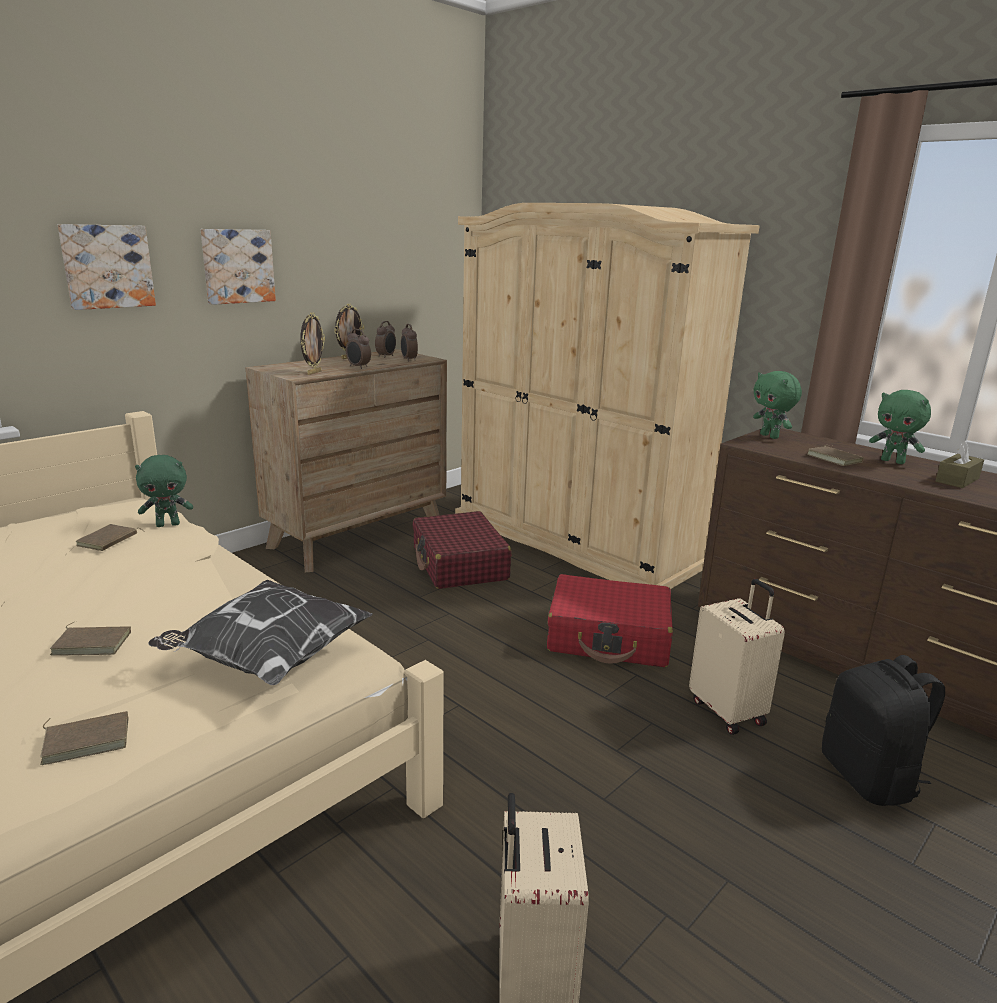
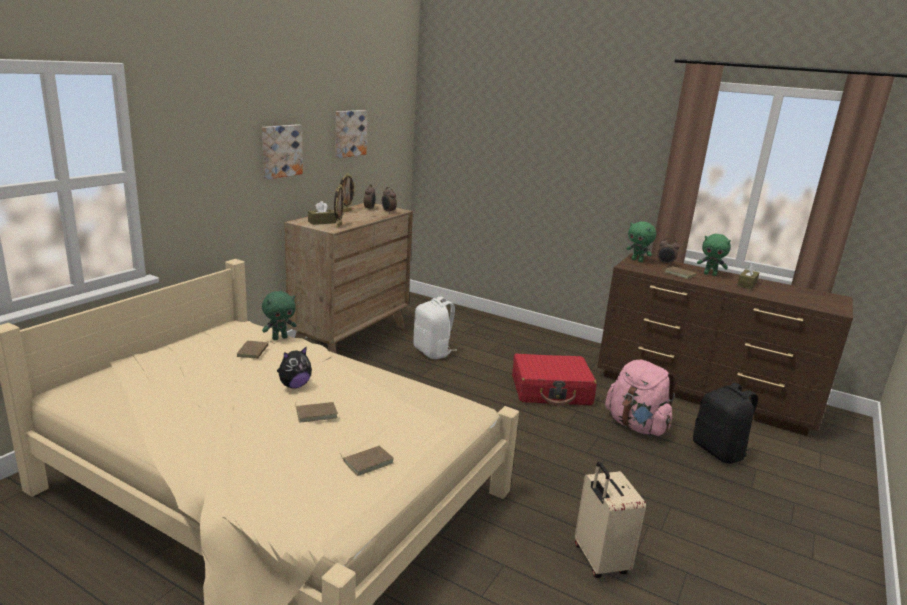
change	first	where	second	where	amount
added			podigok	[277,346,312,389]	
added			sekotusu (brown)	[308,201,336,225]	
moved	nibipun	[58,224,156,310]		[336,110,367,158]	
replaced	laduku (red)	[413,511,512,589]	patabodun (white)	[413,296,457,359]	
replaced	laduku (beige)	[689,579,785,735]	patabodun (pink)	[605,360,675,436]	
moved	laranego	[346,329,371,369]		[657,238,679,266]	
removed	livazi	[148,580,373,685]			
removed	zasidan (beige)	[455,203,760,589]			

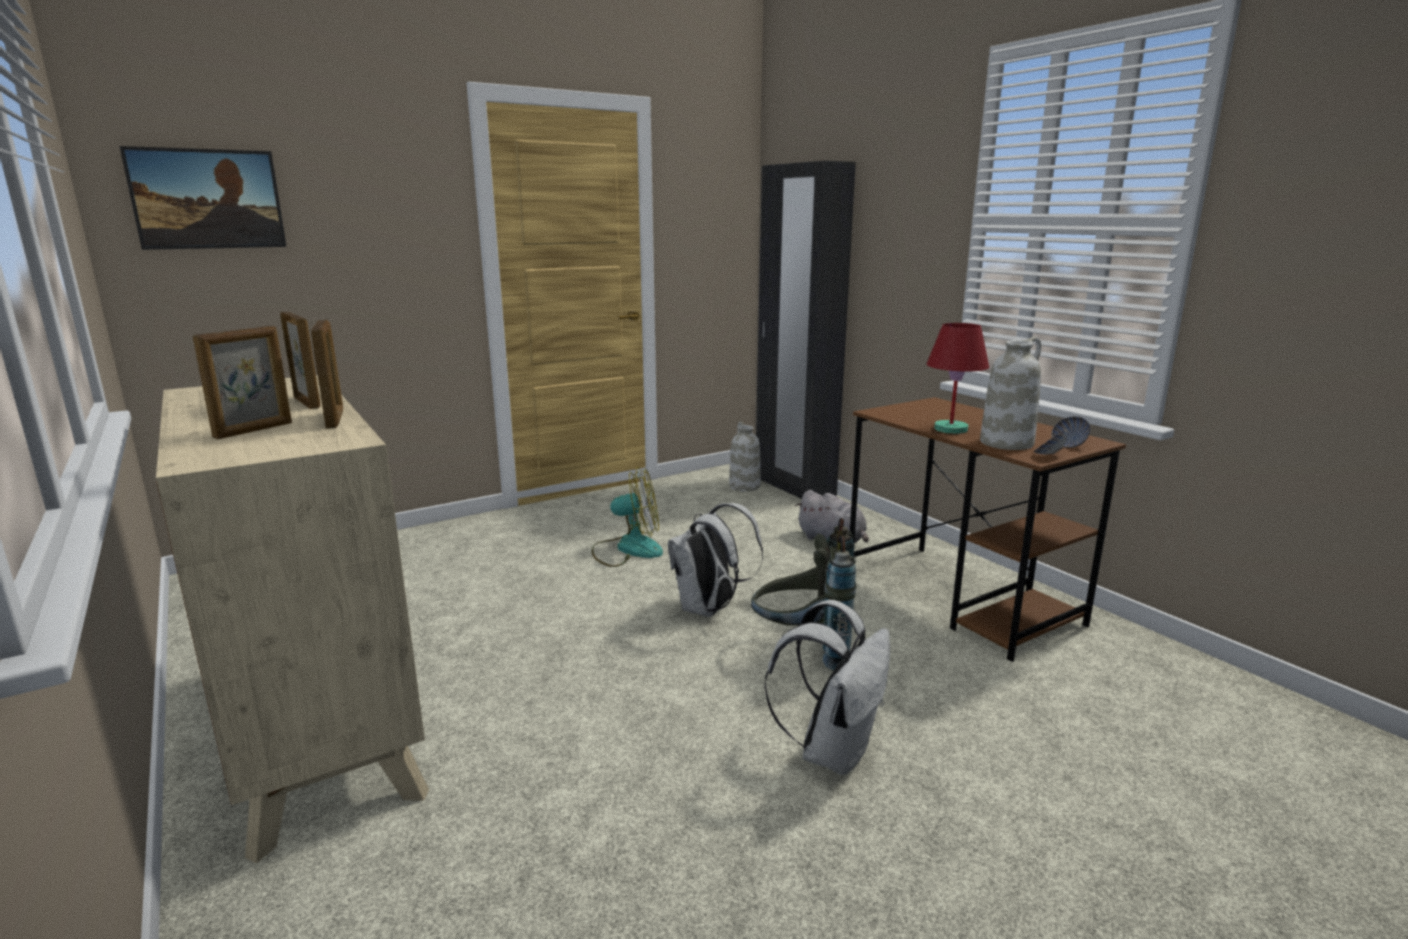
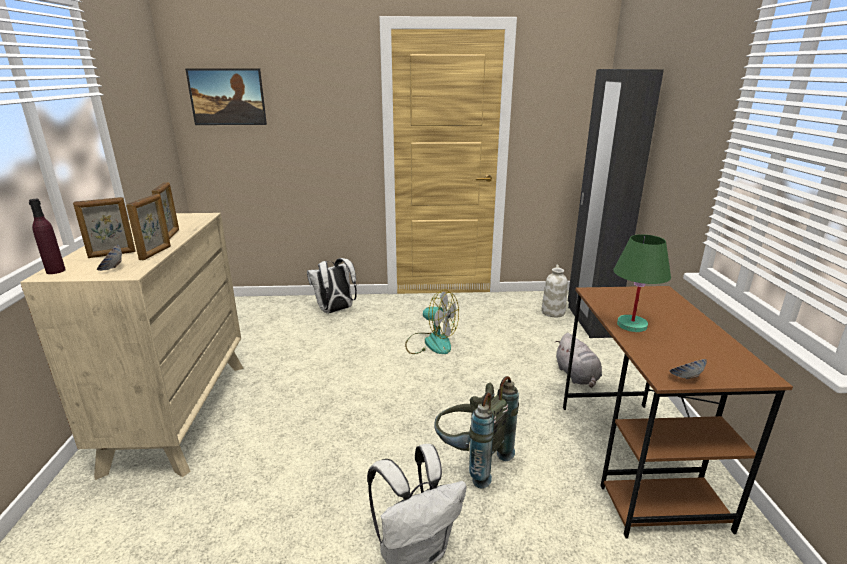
change	first	where	second	where	amount
added			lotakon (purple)	[29,199,66,274]	
moved	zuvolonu	[1051,416,1091,448]		[97,245,122,271]	
moved	patabodun (white)	[668,503,763,617]		[307,258,357,313]	
recoloured	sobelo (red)	[927,323,989,434]	sobelo (green)	[613,234,671,332]	
removed	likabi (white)	[980,337,1041,450]			

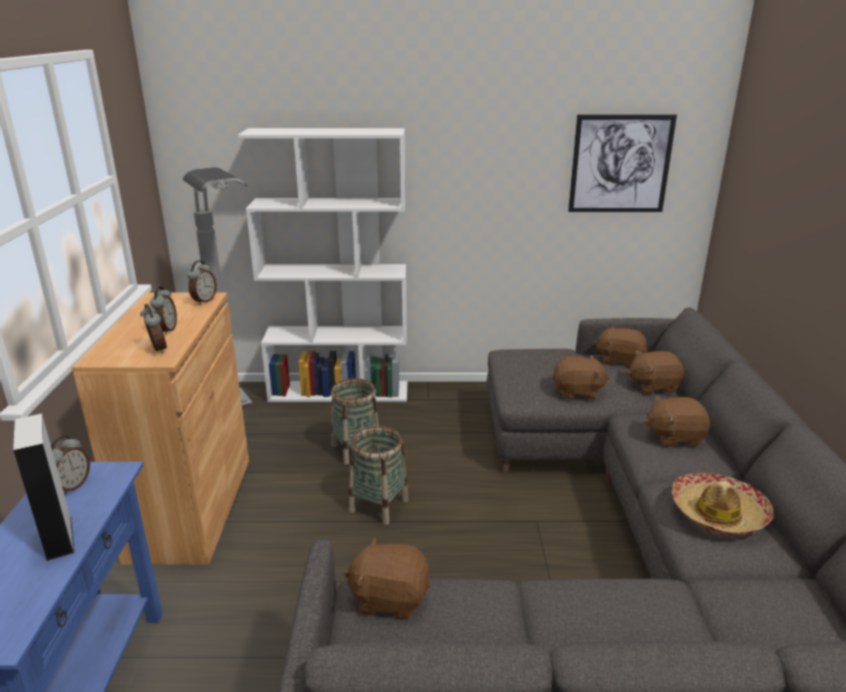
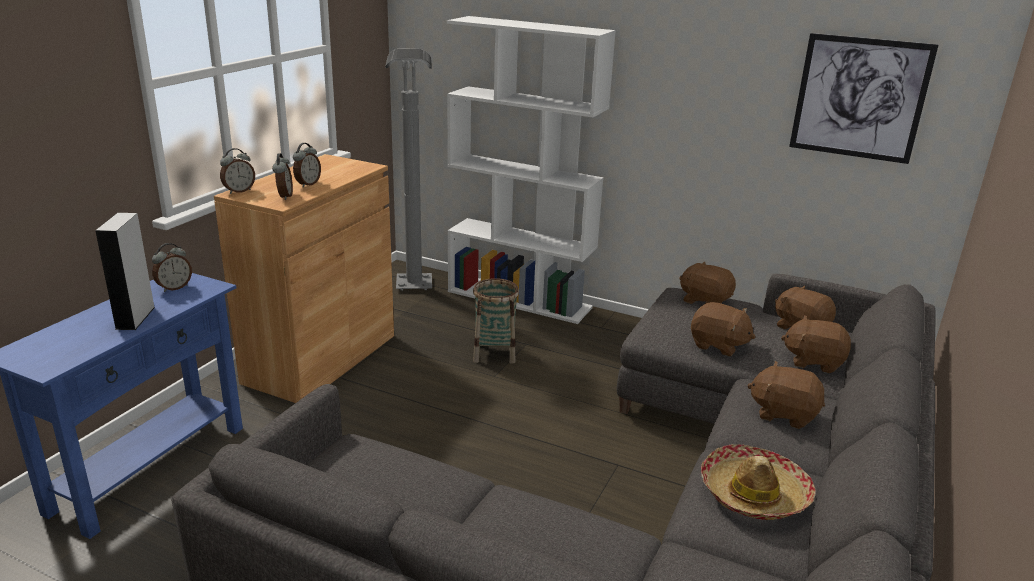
change	first	where	second	where	amount
moved	laranego	[187,261,217,305]		[220,148,255,194]	
moved	podigok (brown)	[344,537,430,620]		[679,261,736,304]	
removed	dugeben	[349,426,409,525]			

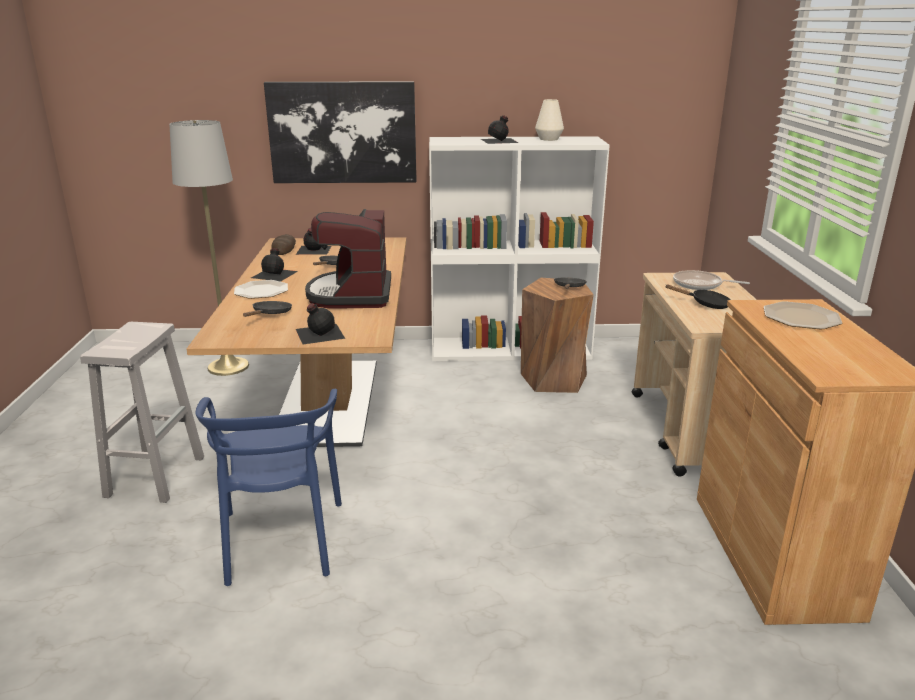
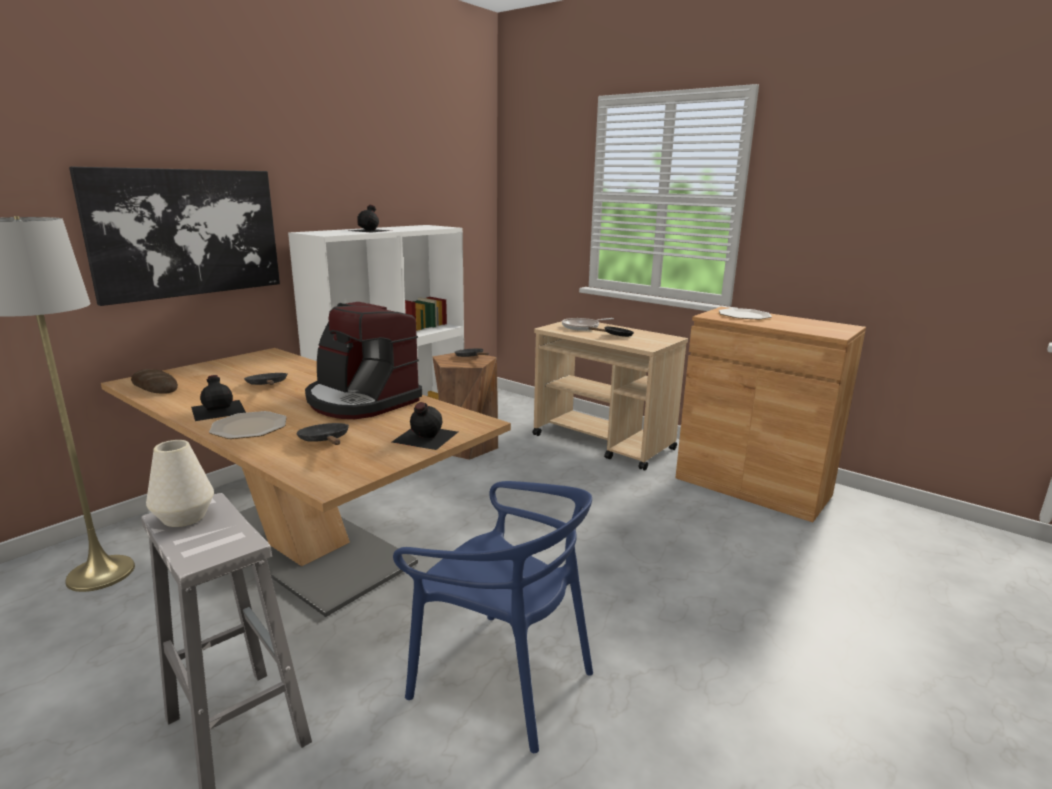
change	first	where	second	where	amount
moved	likabi (white)	[535,99,564,141]		[146,440,214,527]	
removed	lotakon (black)	[296,228,331,255]			

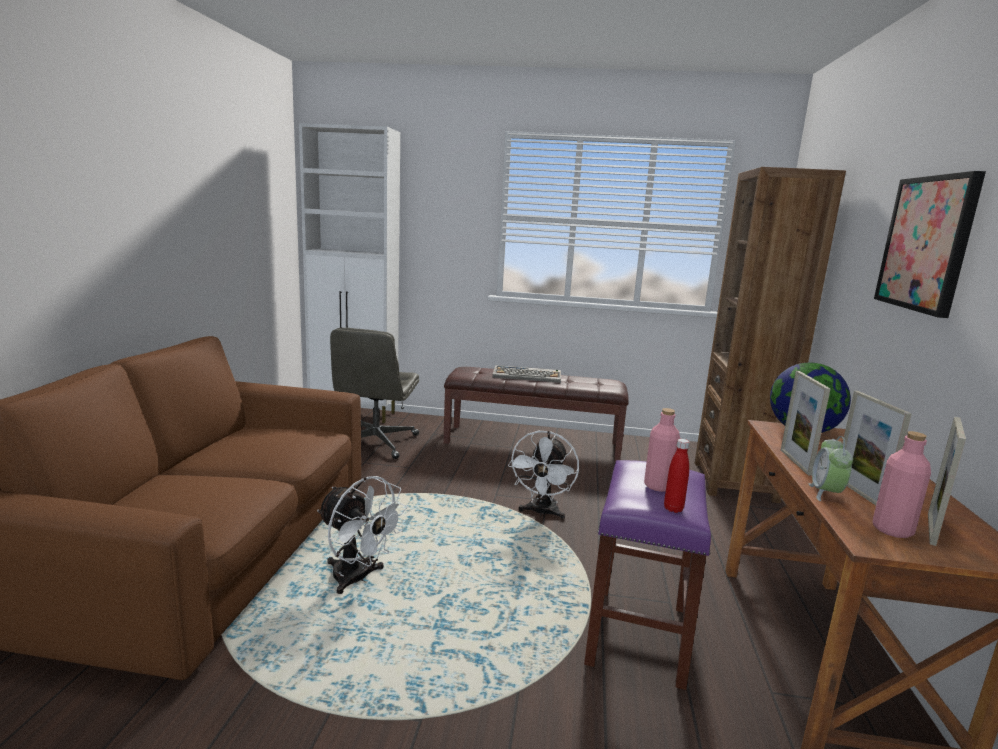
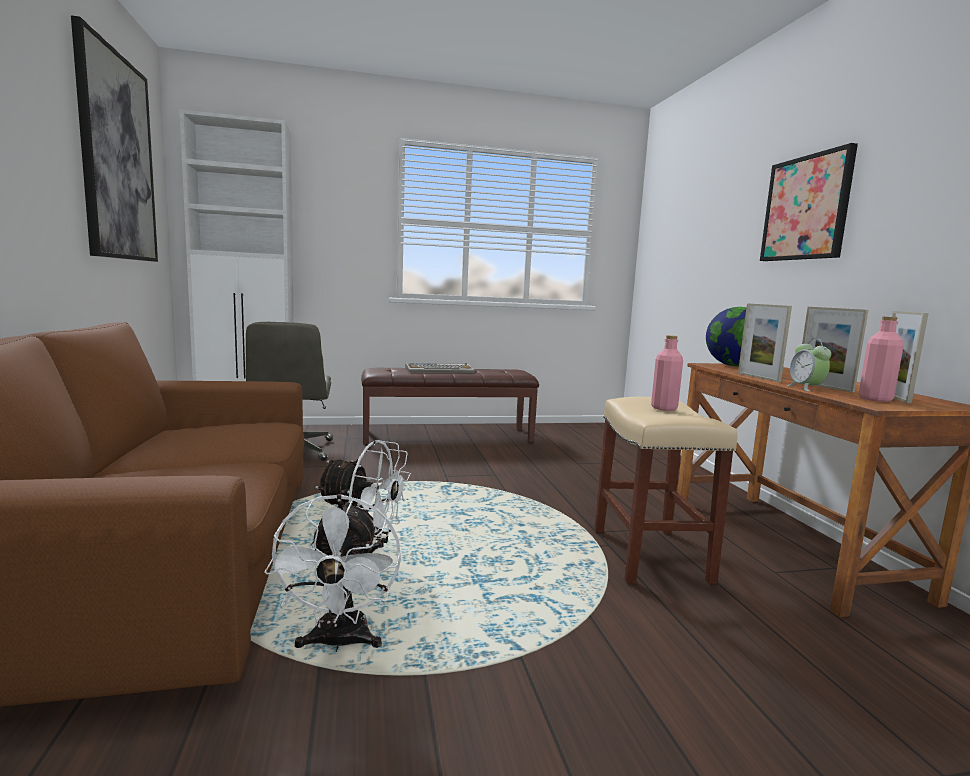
change	first	where	second	where	amount
added			nibipun	[71,15,158,262]	
moved	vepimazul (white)	[508,431,579,520]		[264,494,401,652]	
recoloured	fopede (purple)	[584,460,711,690]	fopede (beige)	[594,397,737,584]	
removed	lotakon (red)	[664,439,690,513]			
removed	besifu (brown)	[695,167,846,503]			

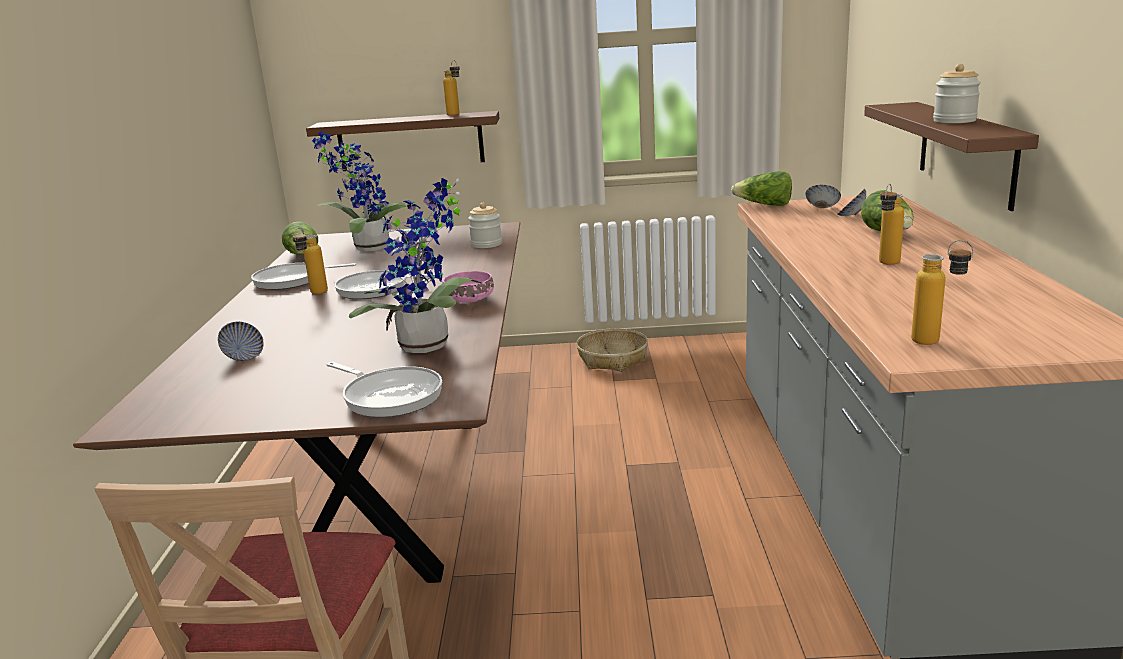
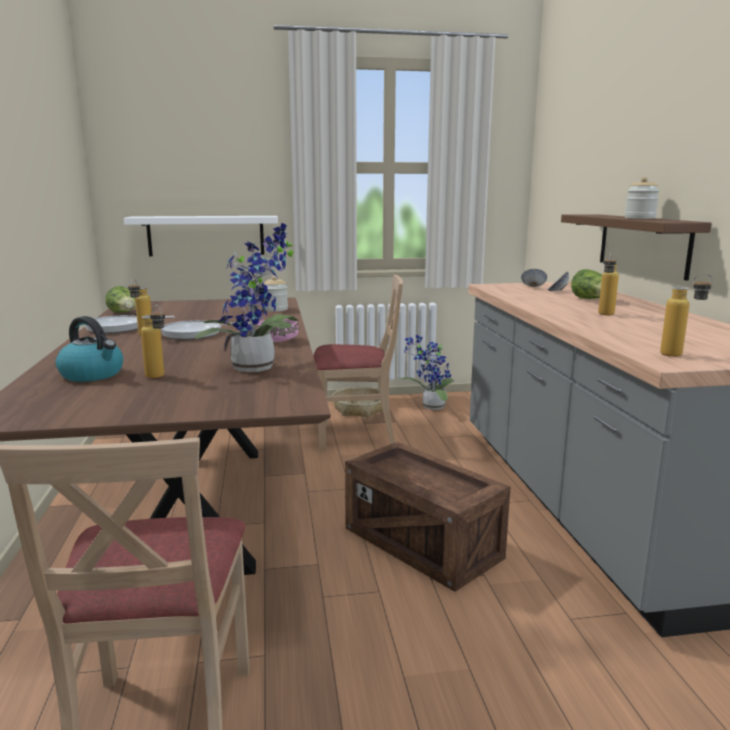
change	first	where	second	where	amount
replaced	zuvolonu	[218,322,264,361]	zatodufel	[56,316,123,382]	
recoloured	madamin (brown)	[306,111,499,171]	madamin (white)	[123,216,278,256]	
moved	lotakon	[443,60,460,116]		[141,305,165,378]	
added			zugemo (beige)	[313,275,403,451]	
added			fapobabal	[345,442,511,592]	
moved	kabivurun	[312,131,406,252]		[400,335,454,410]	
removed	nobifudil	[327,362,442,417]			
removed	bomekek	[731,171,792,206]			

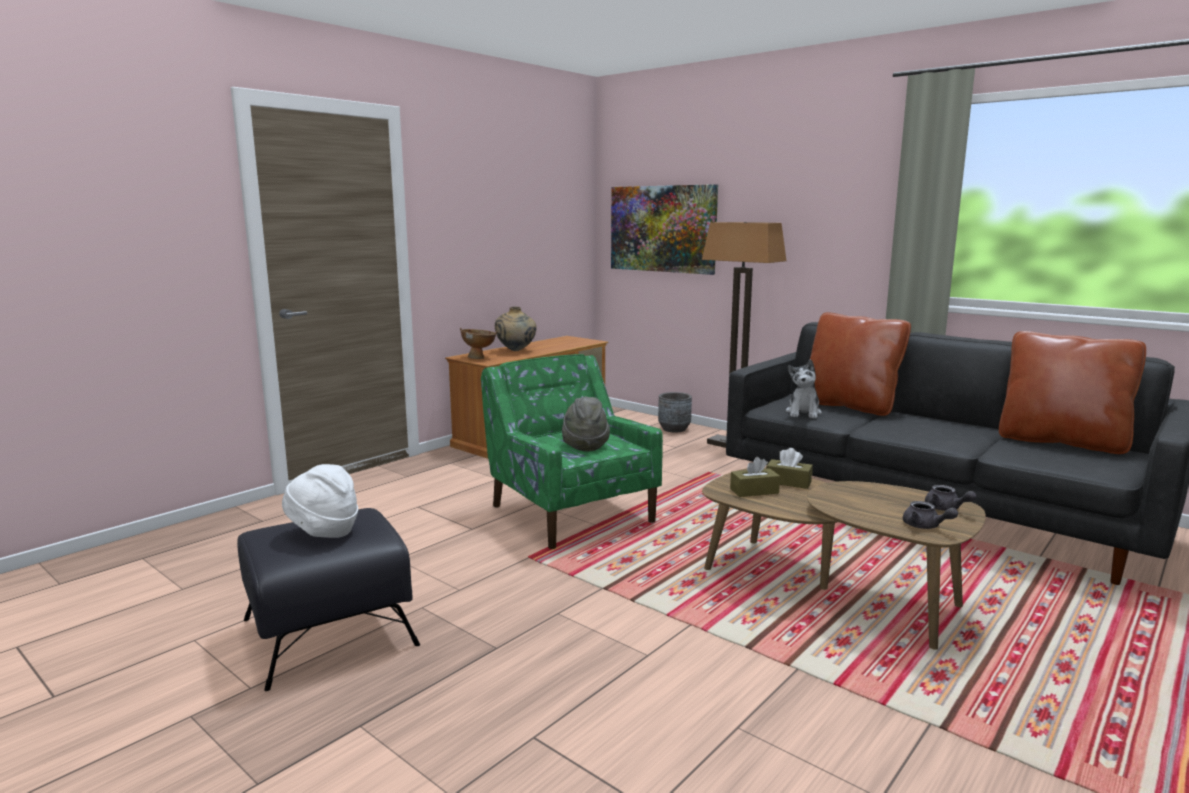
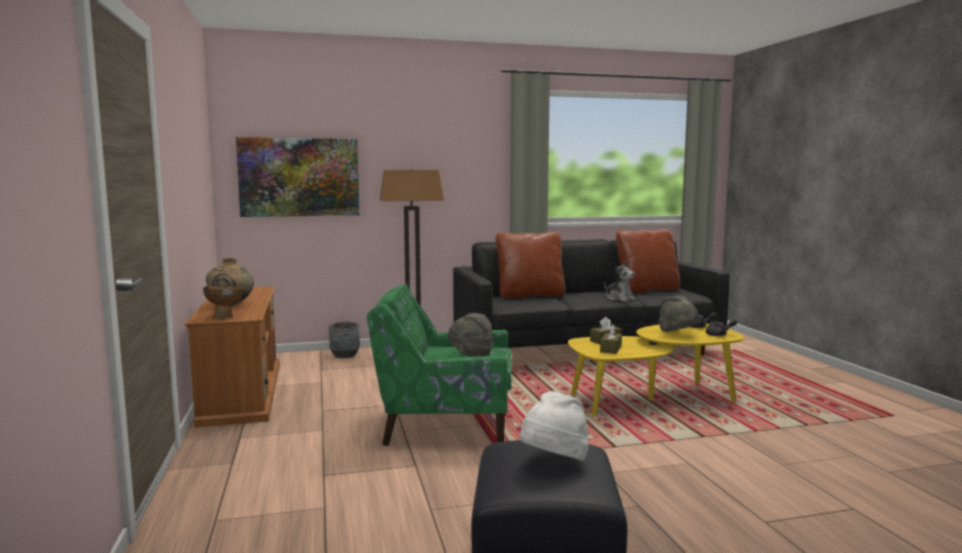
change	first	where	second	where	amount
recoloured	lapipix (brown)	[702,468,986,650]	lapipix (yellow)	[568,324,744,416]	
moved	podigok	[785,359,822,419]		[604,261,636,302]	
added			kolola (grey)	[659,295,699,332]	

